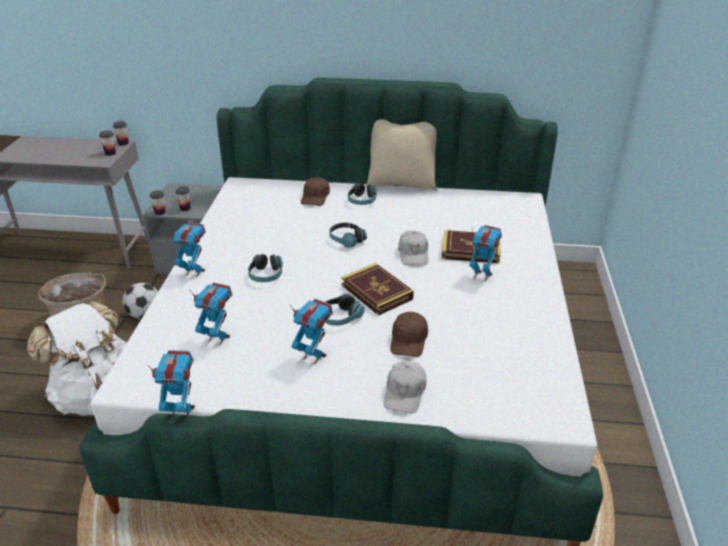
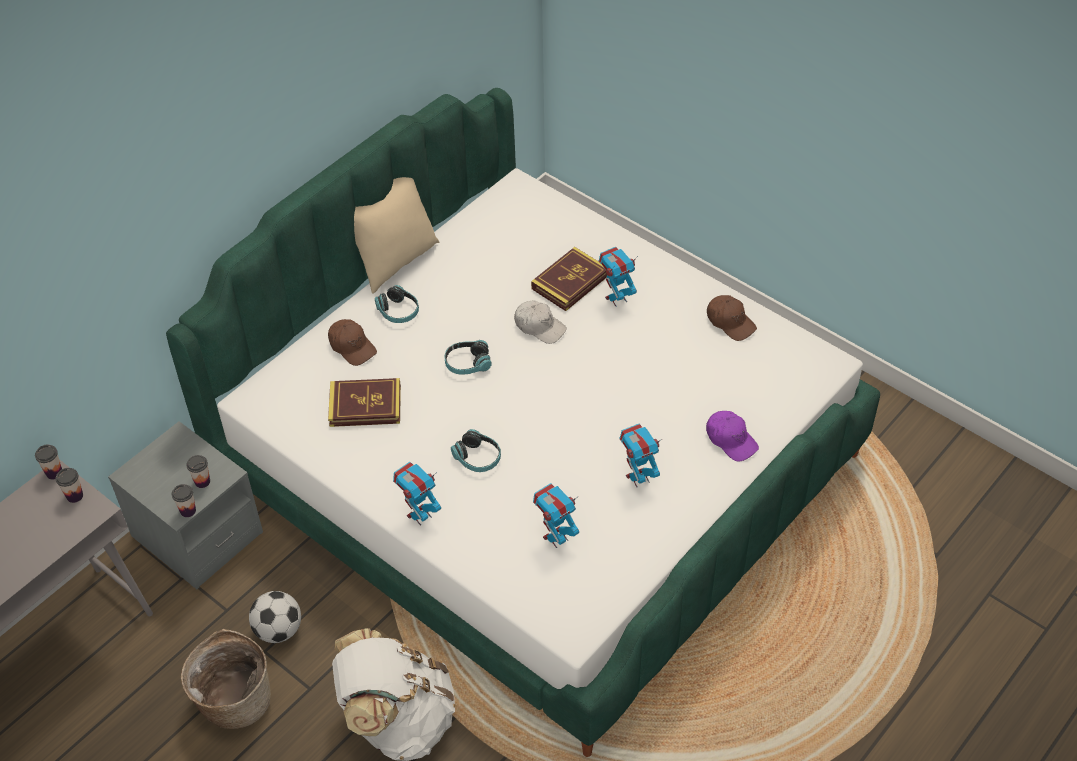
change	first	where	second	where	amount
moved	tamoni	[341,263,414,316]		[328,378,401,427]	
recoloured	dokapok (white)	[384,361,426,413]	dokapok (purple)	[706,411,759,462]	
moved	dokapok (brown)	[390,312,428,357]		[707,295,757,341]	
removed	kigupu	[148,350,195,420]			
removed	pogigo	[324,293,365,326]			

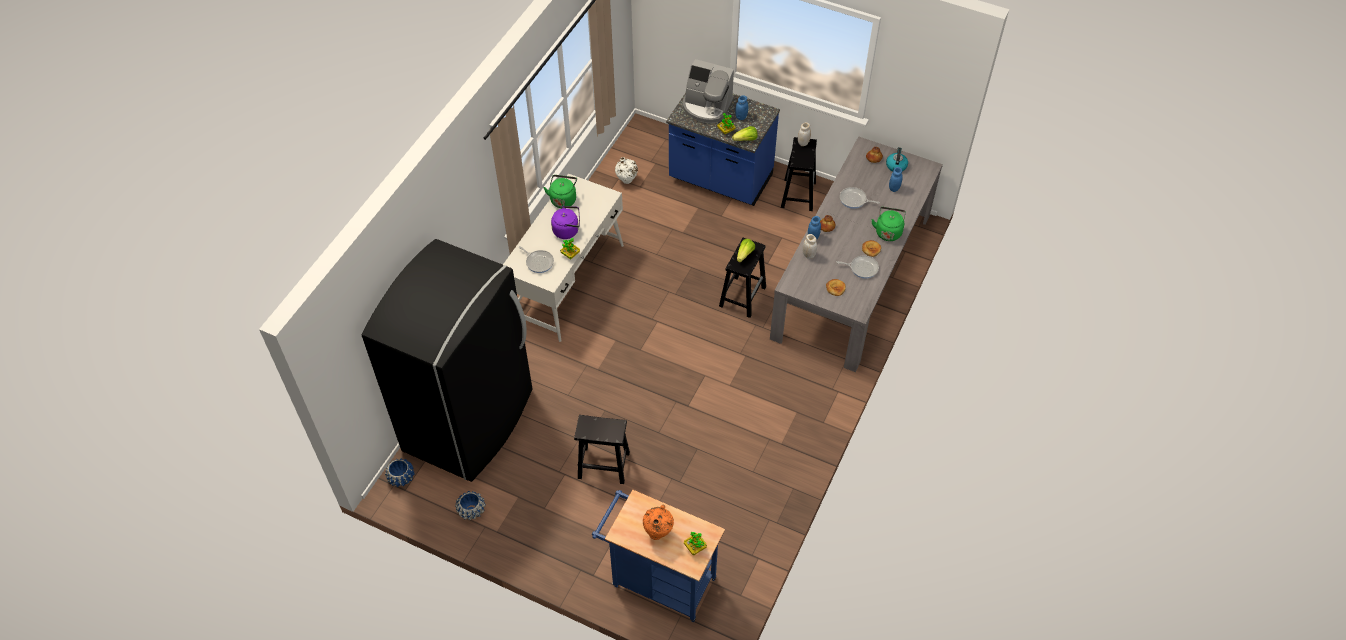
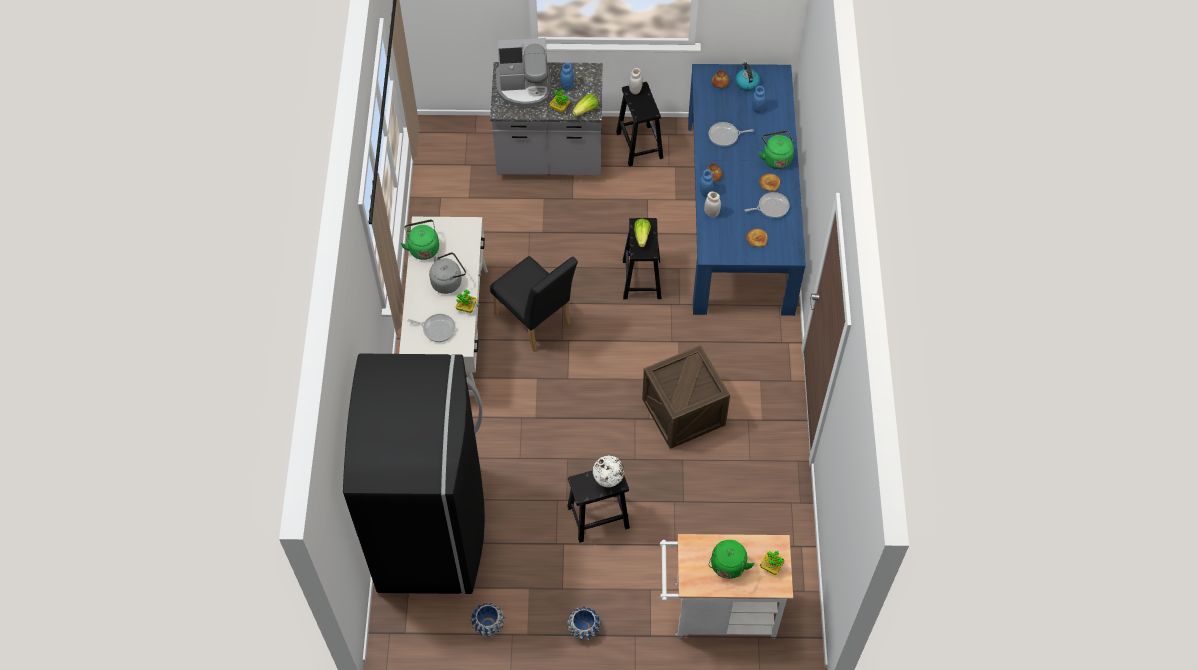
change	first	where	second	where	amount
recoloured	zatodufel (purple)	[551,206,580,239]	zatodufel (grey)	[429,252,466,294]	
recoloured	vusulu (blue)	[666,93,780,206]	vusulu (grey)	[490,62,602,175]	
added			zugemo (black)	[490,256,578,352]	
moved	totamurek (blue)	[385,458,414,487]		[567,607,601,641]	
moved	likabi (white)	[615,157,638,184]		[593,455,624,487]	
added			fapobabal	[642,345,730,449]	
recoloured	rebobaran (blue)	[592,490,725,622]	rebobaran (white)	[660,534,793,639]	
recoloured	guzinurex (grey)	[770,136,943,372]	guzinurex (blue)	[688,64,806,316]	
replaced	likabi (orange)	[643,504,674,540]	zatodufel (green)	[709,540,755,579]	

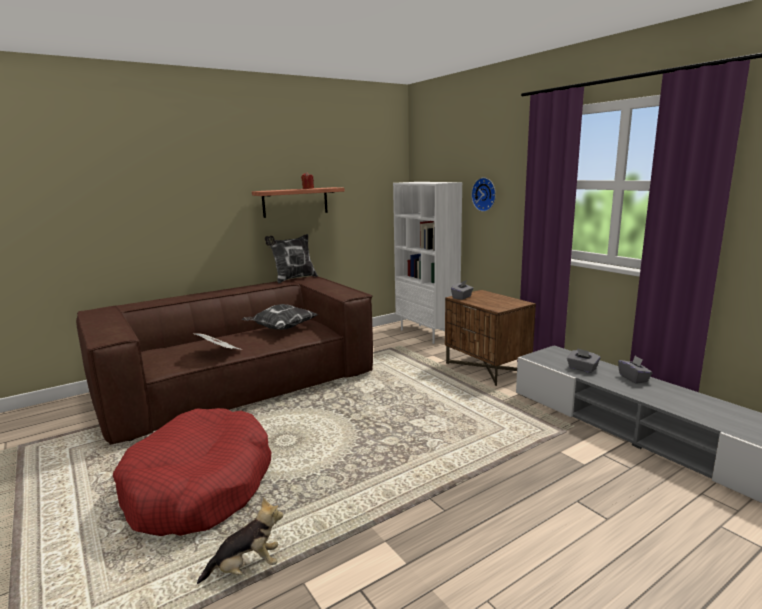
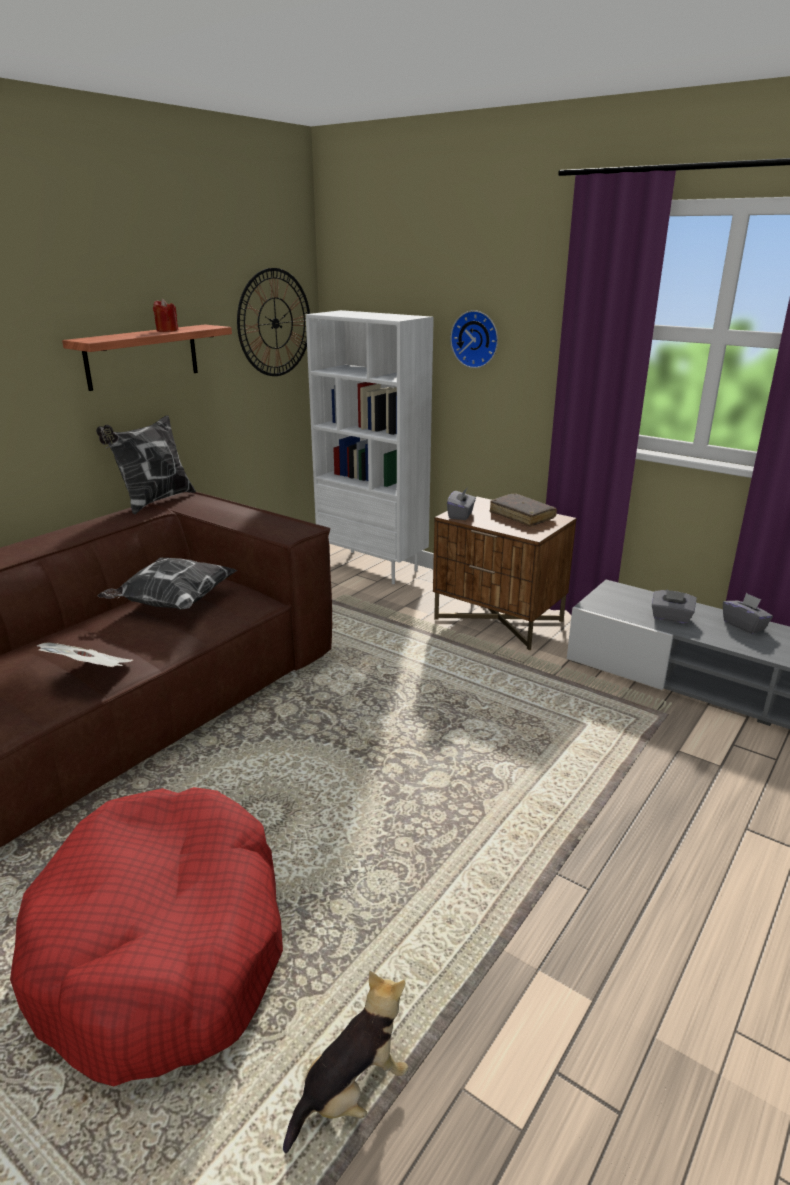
change	first	where	second	where	amount
added			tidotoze	[237,268,310,376]	
added			tamoni (brown)	[489,493,557,527]	

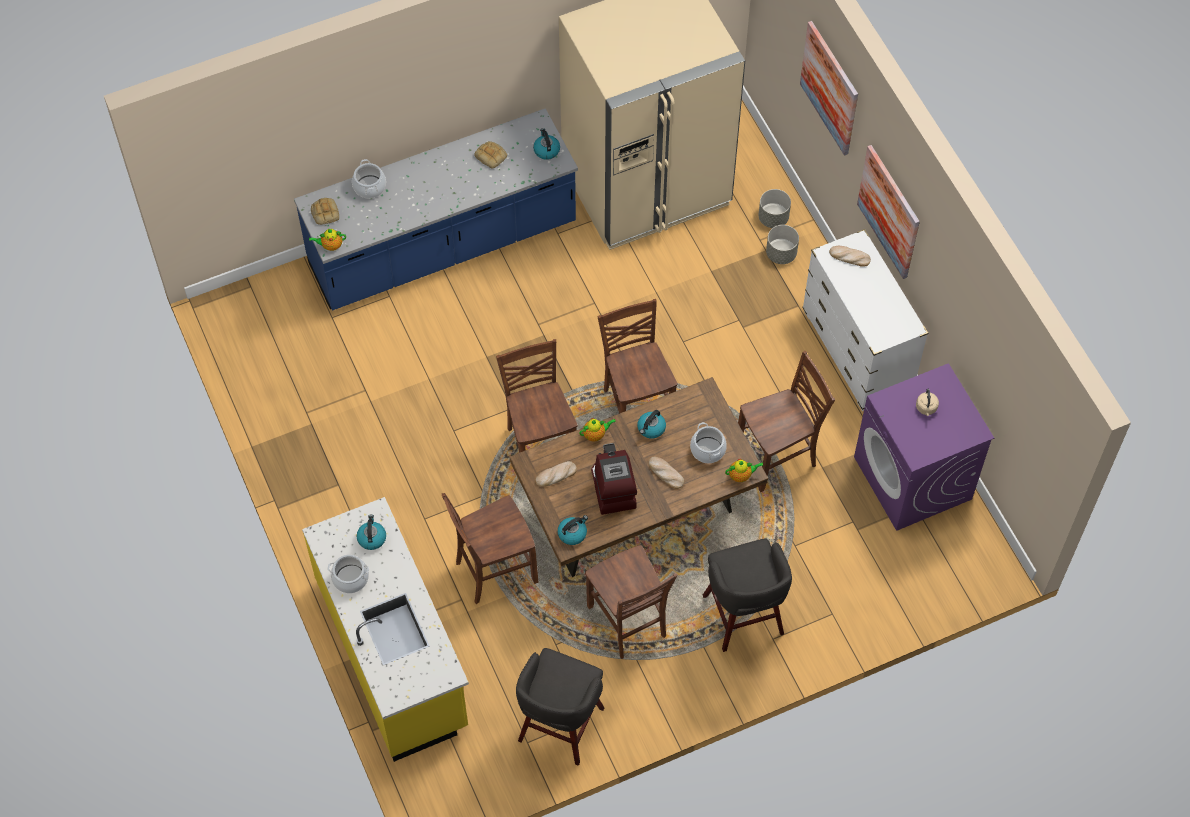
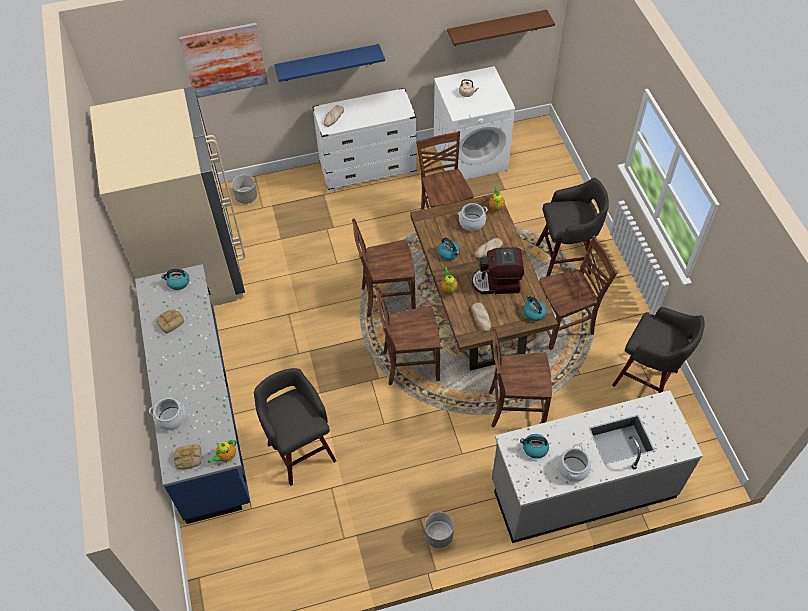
change	first	where	second	where	amount
turned	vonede	[309,229,346,251]		[208,440,237,464]	45 degrees clockwise
added			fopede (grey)	[254,368,337,486]	
replaced	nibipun	[857,145,920,279]	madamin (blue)	[274,44,385,82]	
moved	totamurek (grey)	[766,225,799,264]		[424,512,454,548]	
recoloured	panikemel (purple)	[854,363,994,531]	panikemel (white)	[434,66,515,180]	
added			madamin (brown)	[447,10,555,46]	
turned	zugemo (brown)	[442,493,538,604]		[489,327,552,427]	105 degrees clockwise
recoloured	vusulu (yellow)	[302,497,469,762]	vusulu (grey)	[492,390,703,543]	

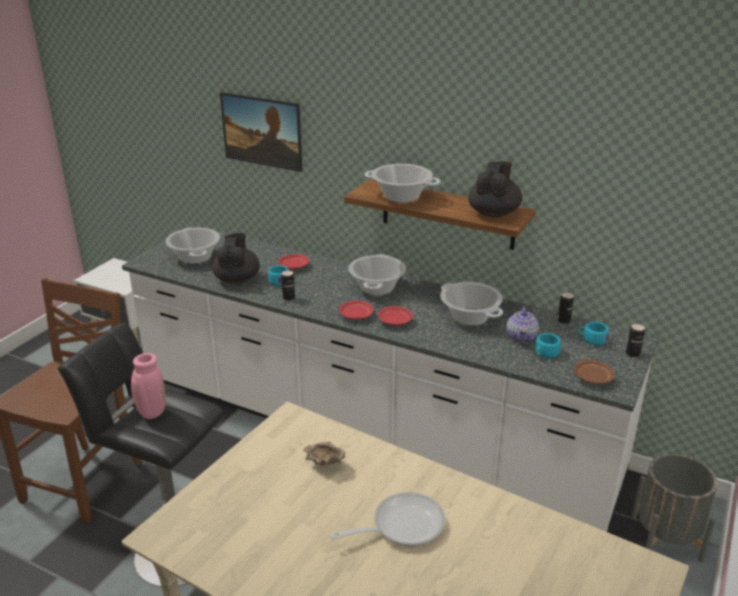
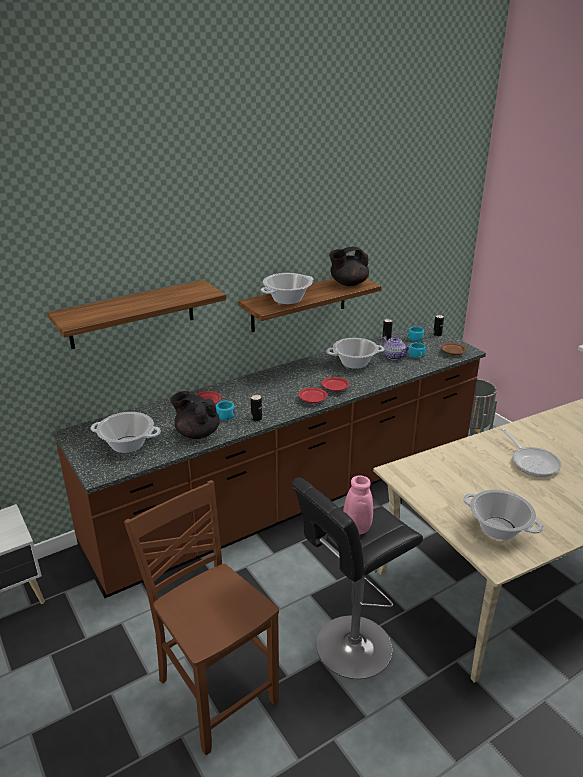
change	first	where	second	where	amount
replaced	nibipun	[220,92,302,172]	madamin	[48,280,226,349]	
recoloured	vusulu (white)	[122,225,659,532]	vusulu (brown)	[52,322,486,598]	
turned	vonede (black)	[468,162,522,217]		[329,247,369,286]	75 degrees counterclockwise
moved	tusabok	[348,254,406,295]		[463,490,543,540]	
turned	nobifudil	[329,492,445,547]		[501,428,562,477]	150 degrees clockwise
removed	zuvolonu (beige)	[303,442,346,466]			

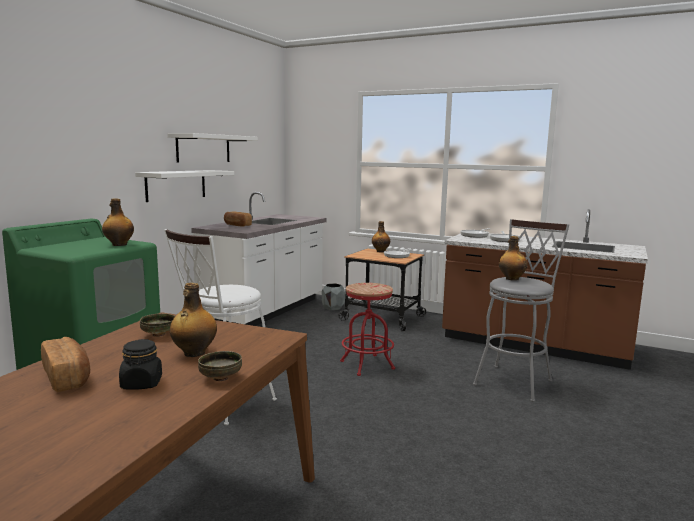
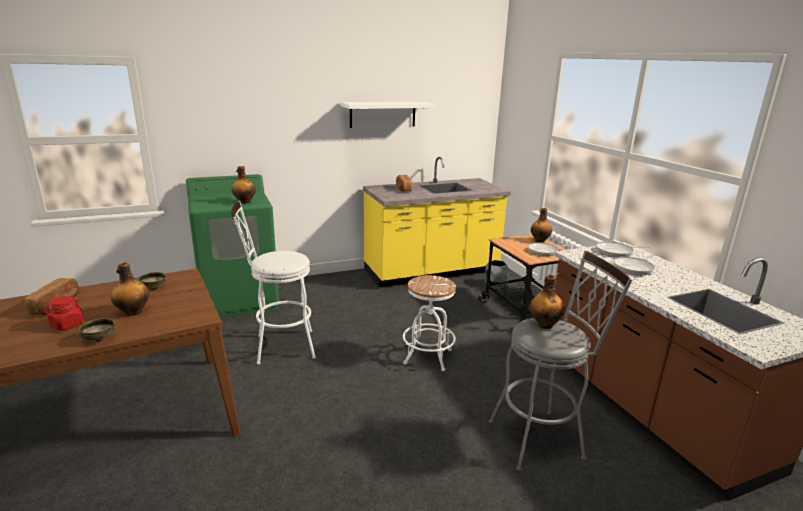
change	first	where	second	where	amount
recoloured	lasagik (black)	[119,339,162,390]	lasagik (red)	[44,296,84,331]	
recoloured	vusulu (white)	[191,192,326,326]	vusulu (yellow)	[363,157,511,287]	
recoloured	fopede (red)	[340,283,395,376]	fopede (white)	[403,275,456,371]	
removed	madamin (white)	[135,170,234,202]			

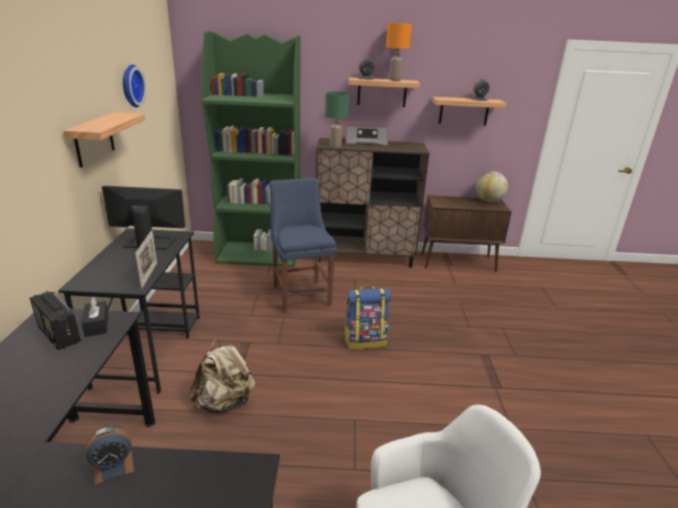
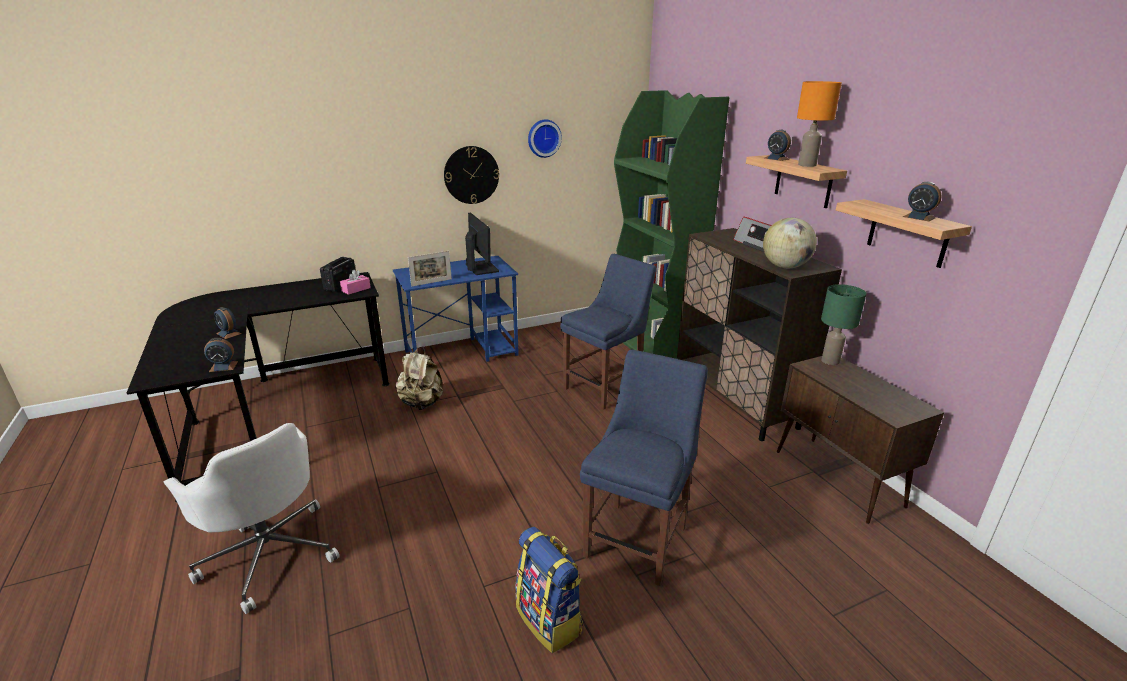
change	first	where	second	where	amount
added			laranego	[204,338,238,372]	
recoloured	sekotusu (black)	[82,297,108,337]	sekotusu (pink)	[340,270,371,295]	
recoloured	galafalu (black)	[58,228,200,394]	galafalu (blue)	[393,256,519,362]	
replaced	madamin	[63,112,145,168]	tidotoze	[444,146,499,204]	
moved	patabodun	[344,286,391,349]		[515,527,583,653]	
added			zugemo (blue)	[580,349,708,586]	
moved	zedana	[476,171,508,202]		[763,218,817,268]	
moved	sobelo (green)	[325,91,350,148]		[821,284,867,365]	

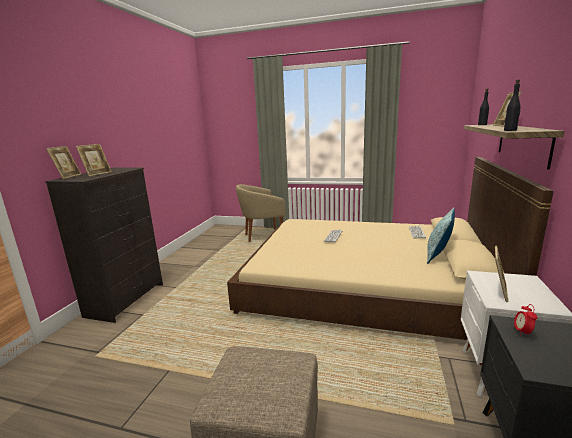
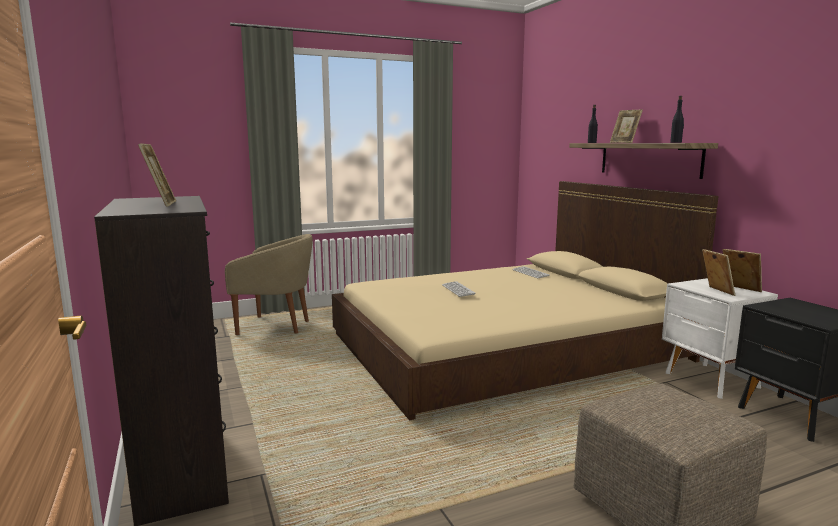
change	first	where	second	where	amount
turned	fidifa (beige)	[236,184,285,242]		[225,234,313,335]	120 degrees counterclockwise
moved	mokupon	[46,146,82,179]		[723,249,762,292]	
removed	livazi	[427,207,455,264]			
removed	laranego	[514,304,537,336]			

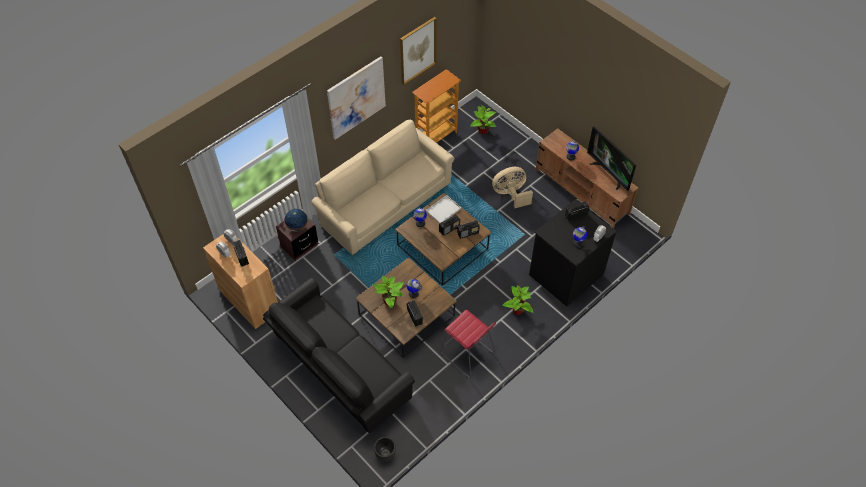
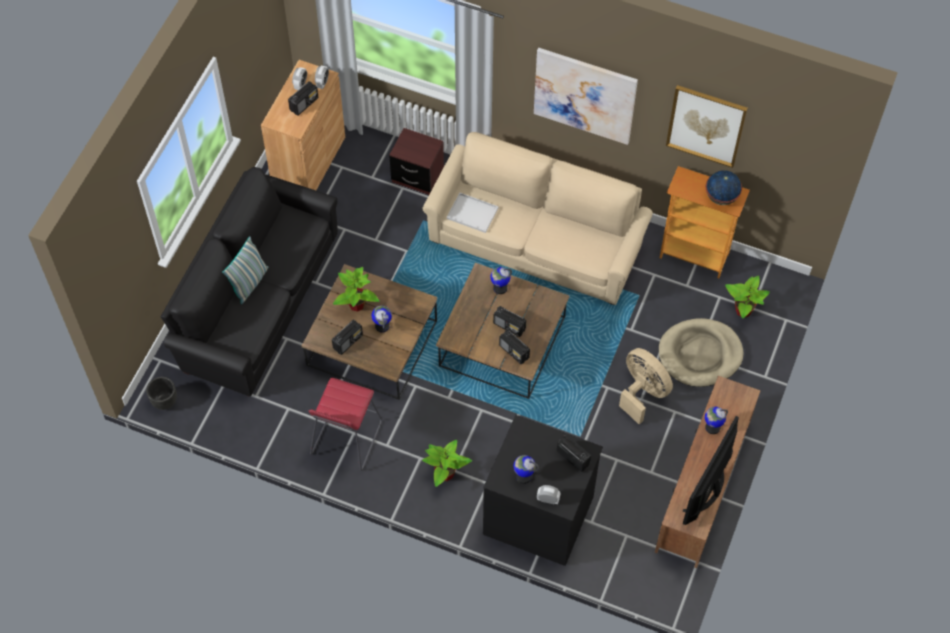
change	first	where	second	where	amount
added			livazi	[222,236,268,304]	
moved	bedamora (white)	[426,195,461,223]		[447,193,498,233]	
added			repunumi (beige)	[659,318,744,387]	
moved	zedana	[284,209,308,232]		[706,170,742,205]	

